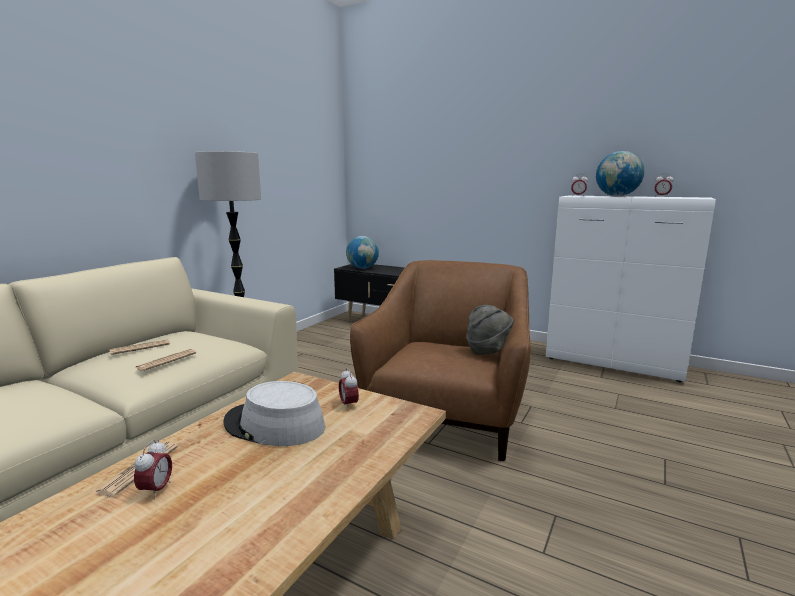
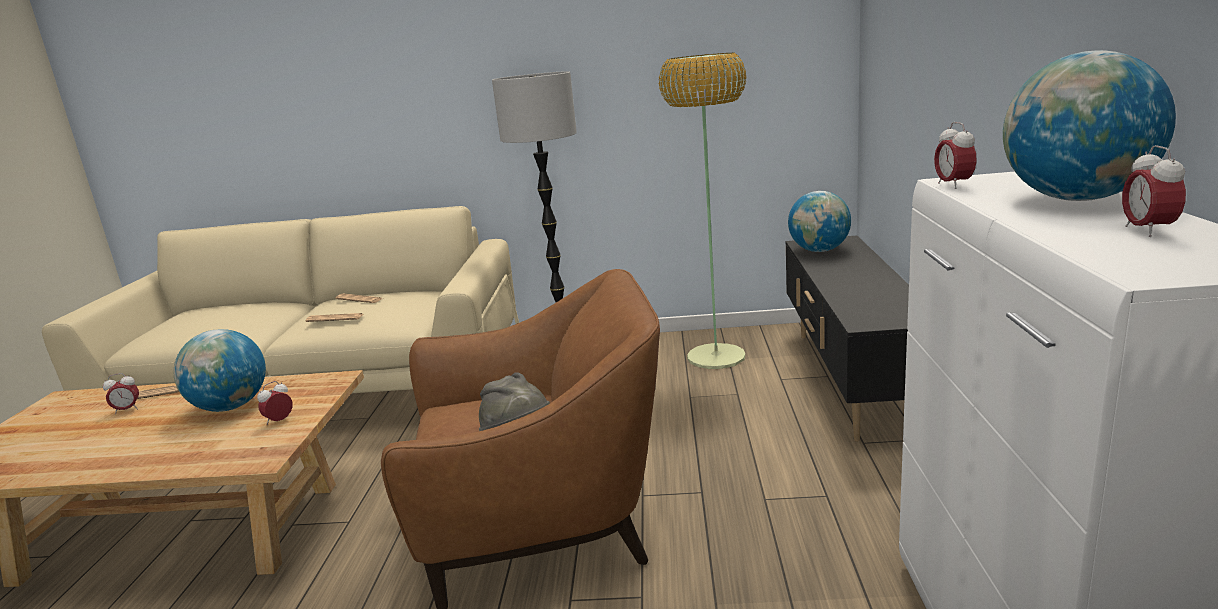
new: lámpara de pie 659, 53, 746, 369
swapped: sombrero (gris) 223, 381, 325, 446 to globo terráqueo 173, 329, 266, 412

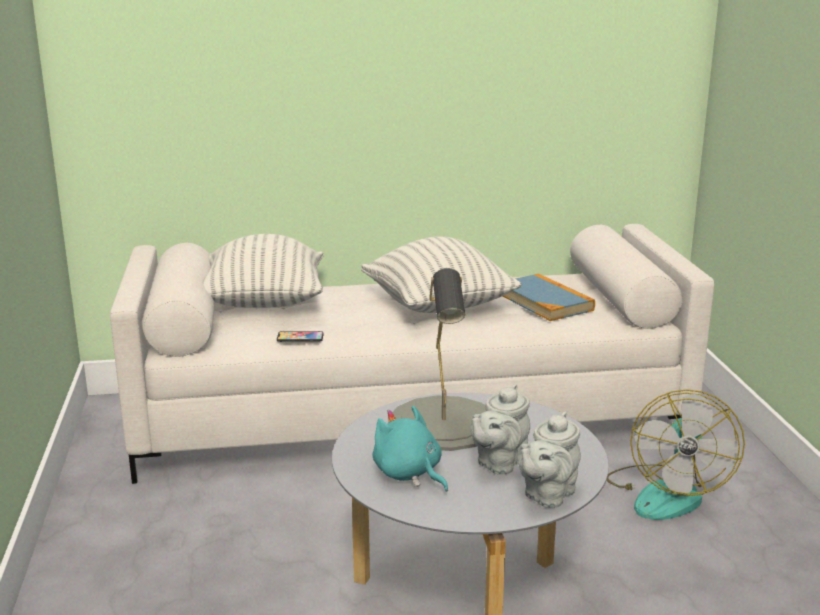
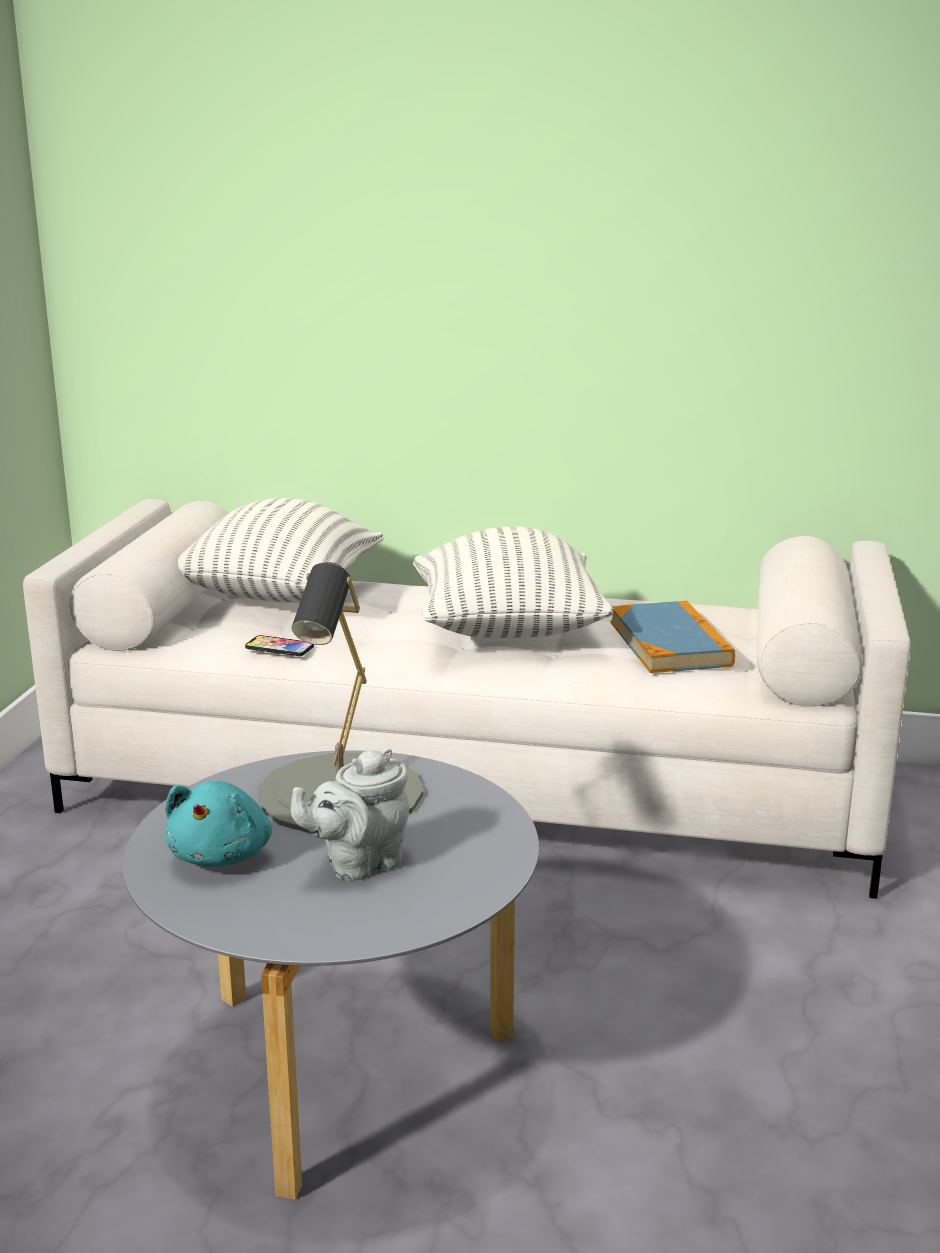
gone: tetera (gris) 517, 412, 581, 508; ventilador 607, 389, 745, 520
rotated: peluche (turquesa) 372, 406, 448, 492 = 165, 781, 272, 867 150 degrees counterclockwise

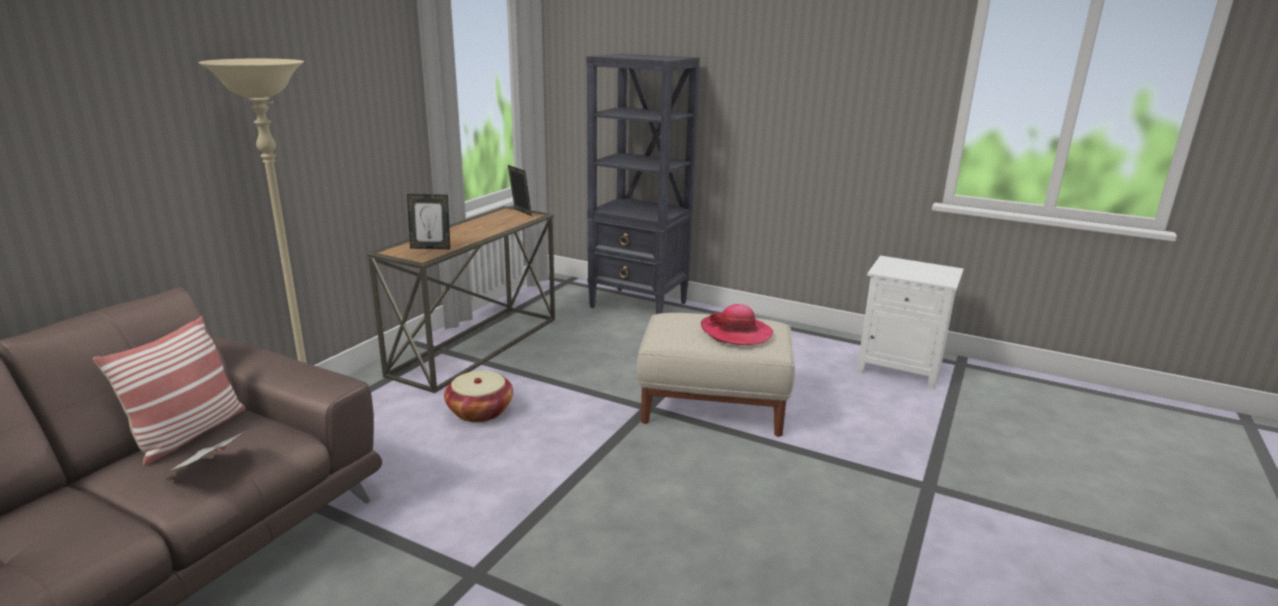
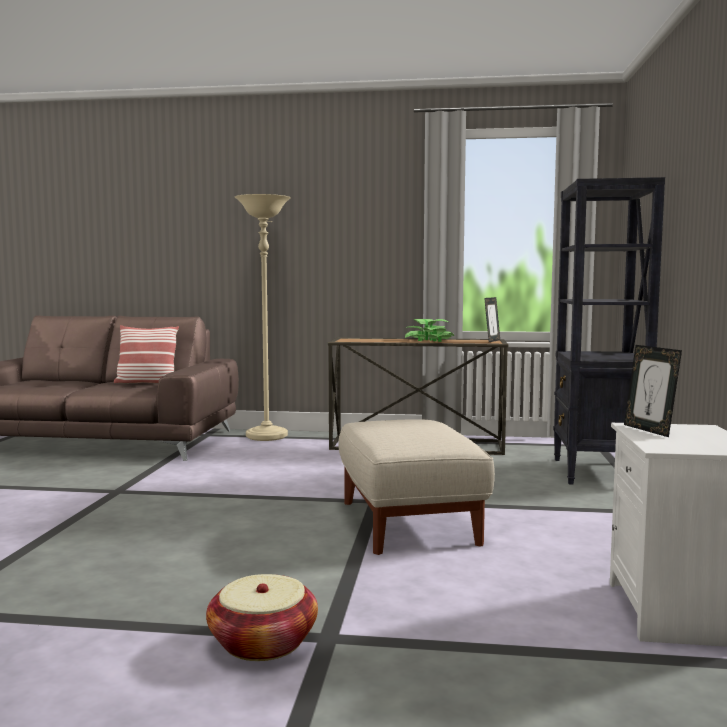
gone: periódico 163, 429, 251, 474; sombrero 701, 304, 773, 345
new: planta en maceta 405, 319, 454, 342
shifted: portarretratos 407, 194, 450, 249 to 624, 345, 682, 437; cesta 444, 370, 513, 422 to 206, 574, 318, 661

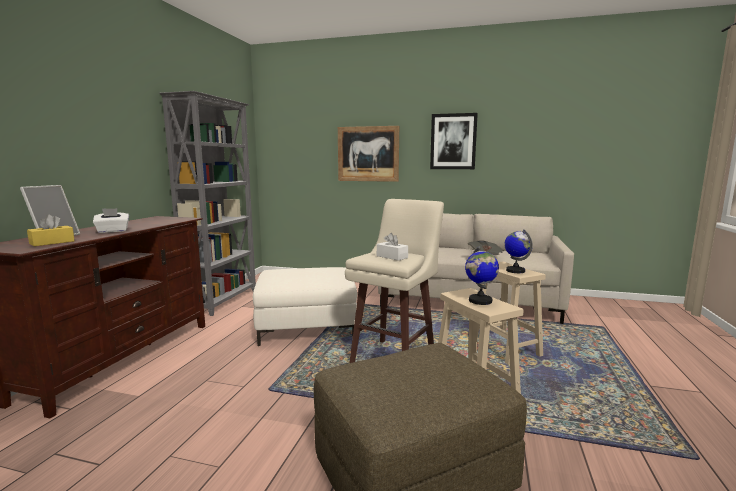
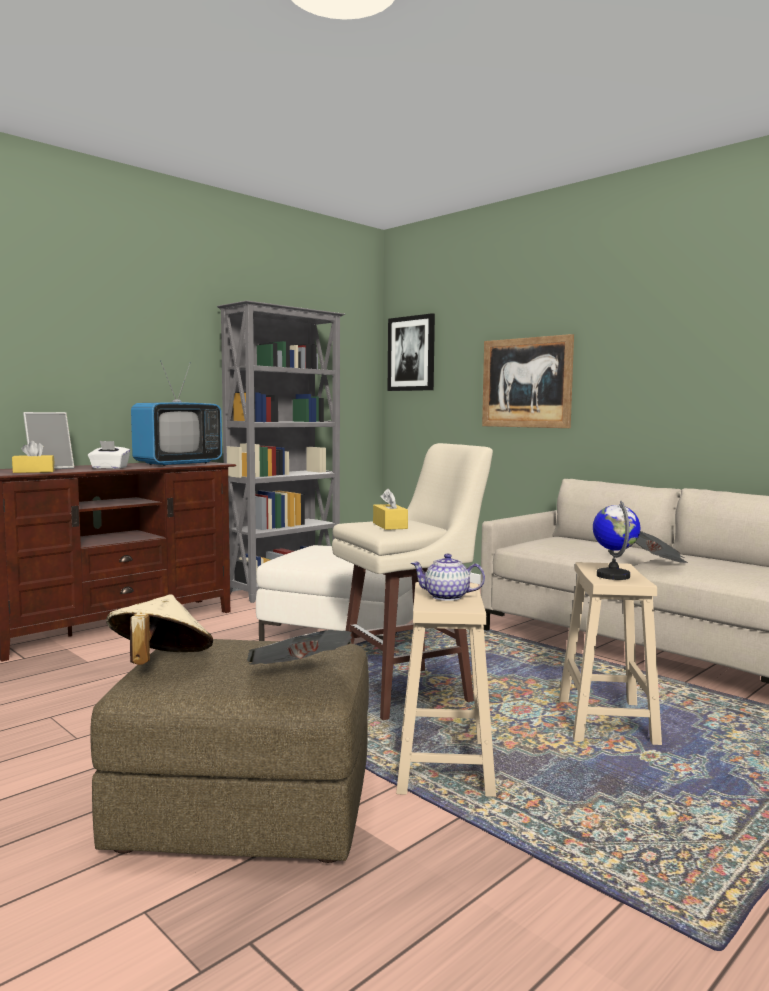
new: sombrero (beis) 106, 595, 213, 665; televisor 131, 360, 222, 466; periódico 247, 630, 352, 665
shifted: cuadro 430, 113, 478, 169 to 388, 313, 435, 391
swapped: globo terráqueo 465, 246, 499, 305 to tetera 411, 553, 485, 601
repainted: caja de pañuelos (blanco) 377, 233, 408, 261 to caja de pañuelos (amarillo) 373, 489, 408, 530

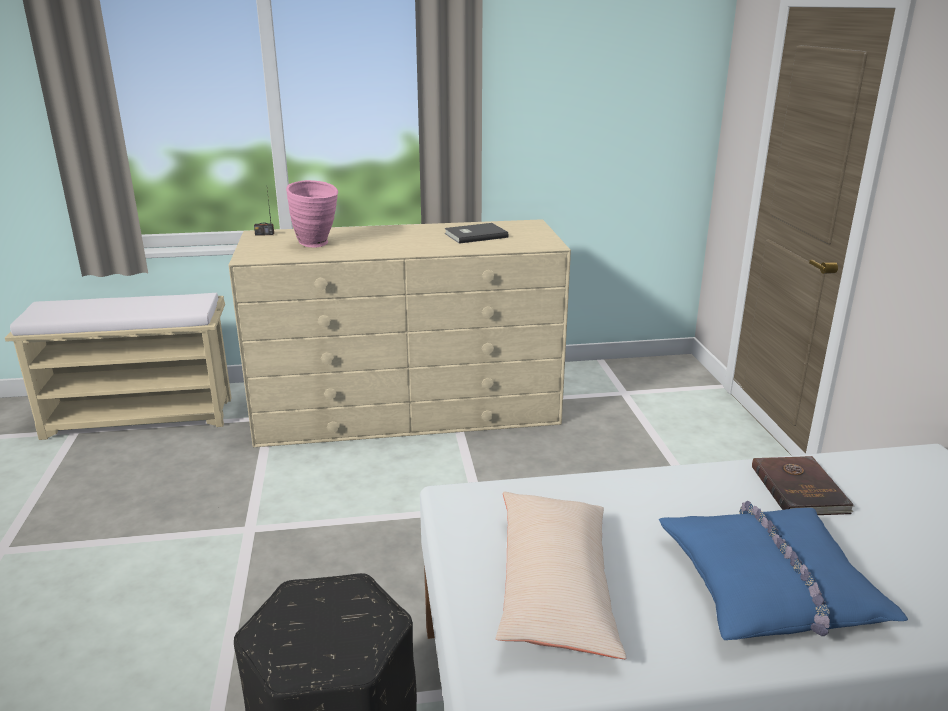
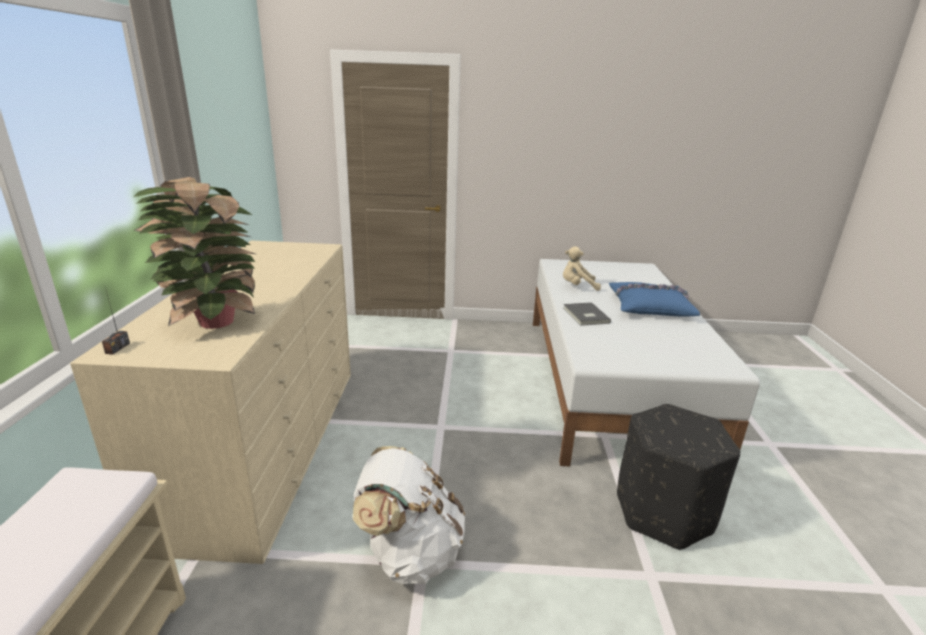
gone: cojín (beis) 496, 491, 626, 659
new: mochila (blanco) 353, 446, 465, 584
shifted: libro (gris) 444, 223, 509, 244 to 563, 302, 611, 326
swapped: florero (rosa) 286, 180, 338, 248 to planta en maceta 134, 177, 256, 329; libro (marrón) 752, 456, 854, 515 to peluche (beis) 563, 246, 601, 291

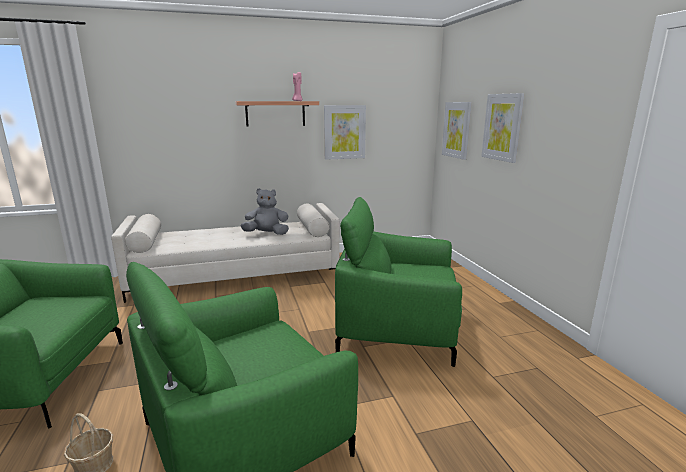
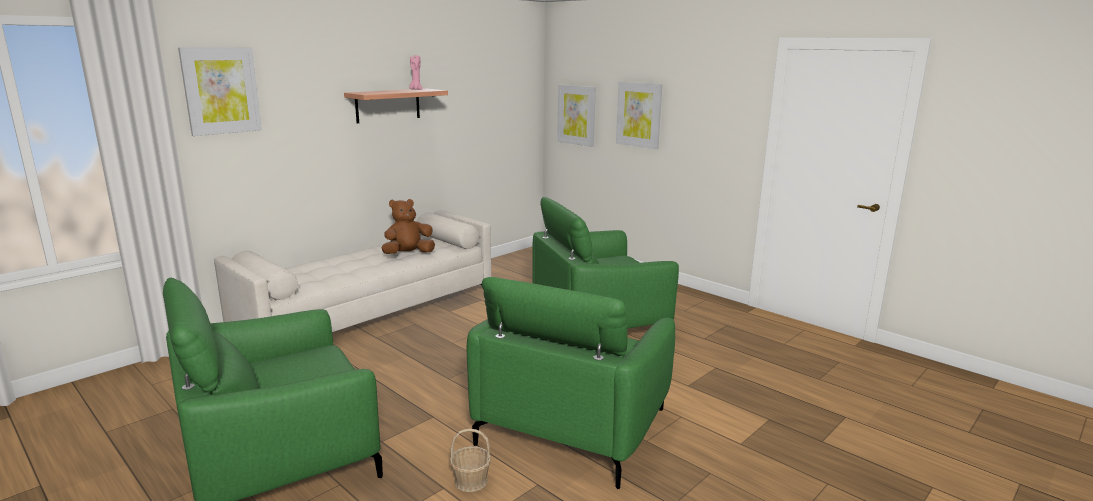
shifted: cuadro 324, 105, 366, 160 to 178, 47, 262, 136
repainted: peluche (gris) 241, 188, 289, 235 to peluche (marrón) 381, 199, 435, 254

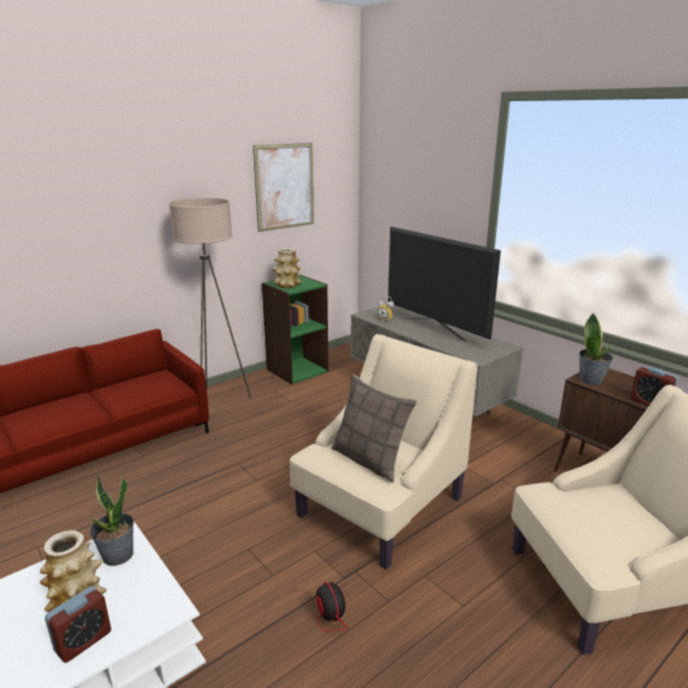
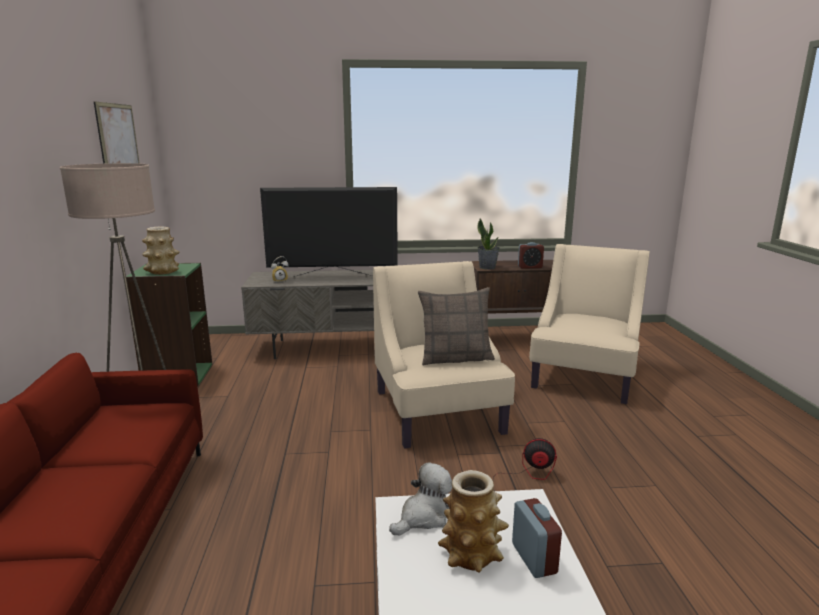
swapped: planta en maceta 90, 474, 134, 566 to peluche 389, 462, 452, 535

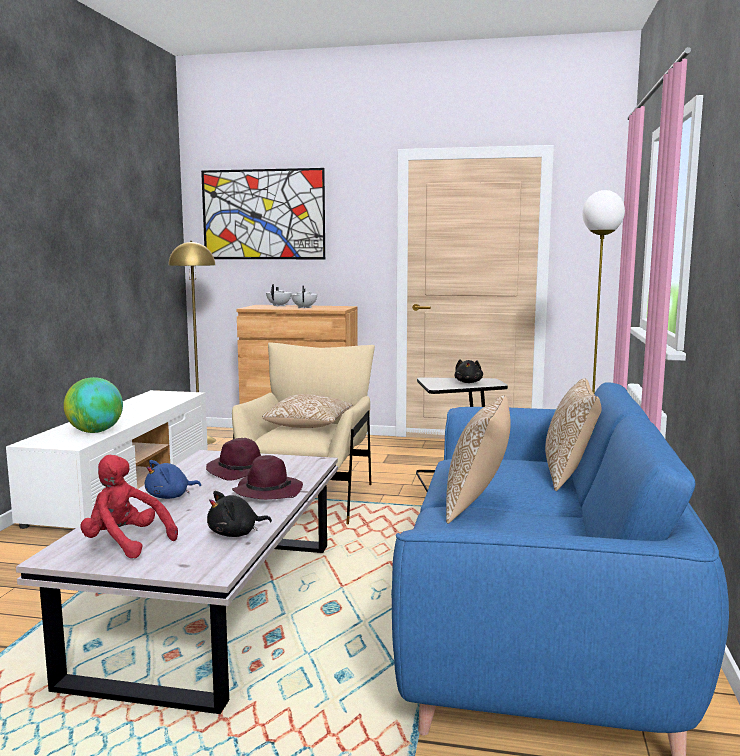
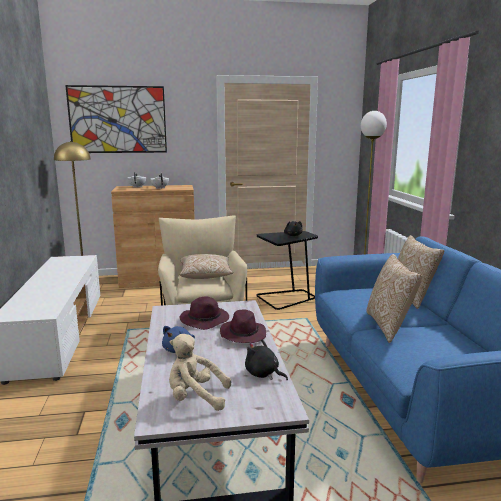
gone: globo terráqueo 63, 377, 123, 433
repainted: peluche (rojo) 80, 455, 178, 558 to peluche (beis) 169, 334, 231, 411
rotated: peluche (negro) 207, 491, 272, 537 = 245, 339, 288, 380 90 degrees clockwise

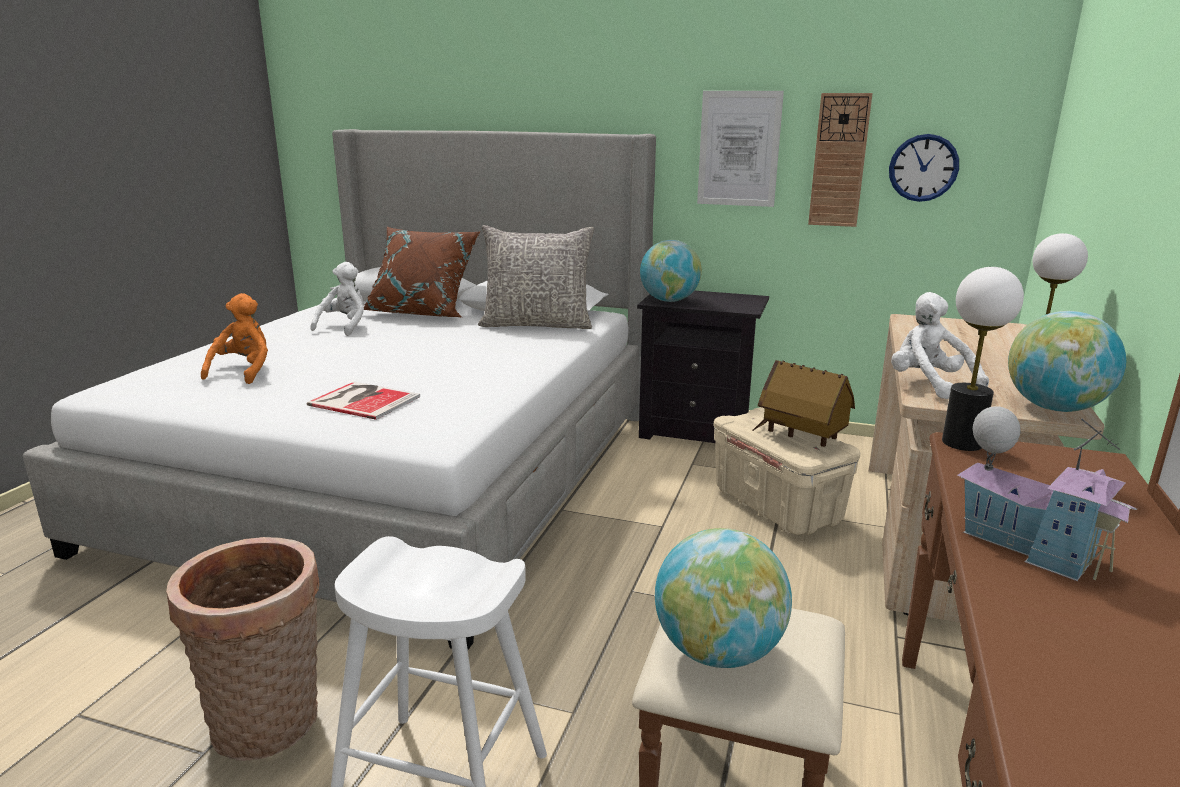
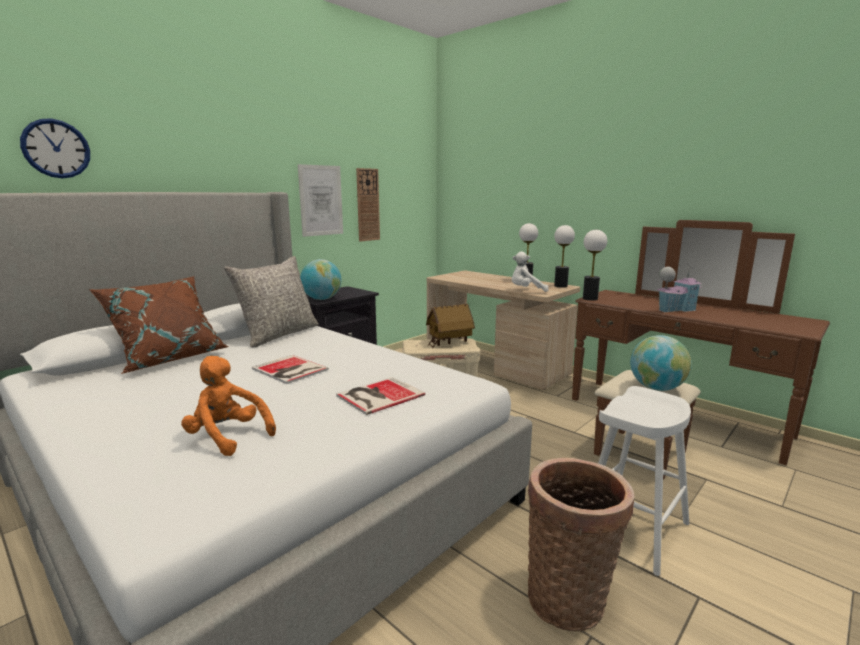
gone: peluche (blanco) 311, 262, 364, 336
new: libro 252, 355, 329, 384
shifted: reloj de pared 889, 134, 959, 202 to 20, 118, 90, 178
swapped: globo terráqueo 1008, 311, 1126, 412 to lámpara de mesa 554, 225, 575, 288

